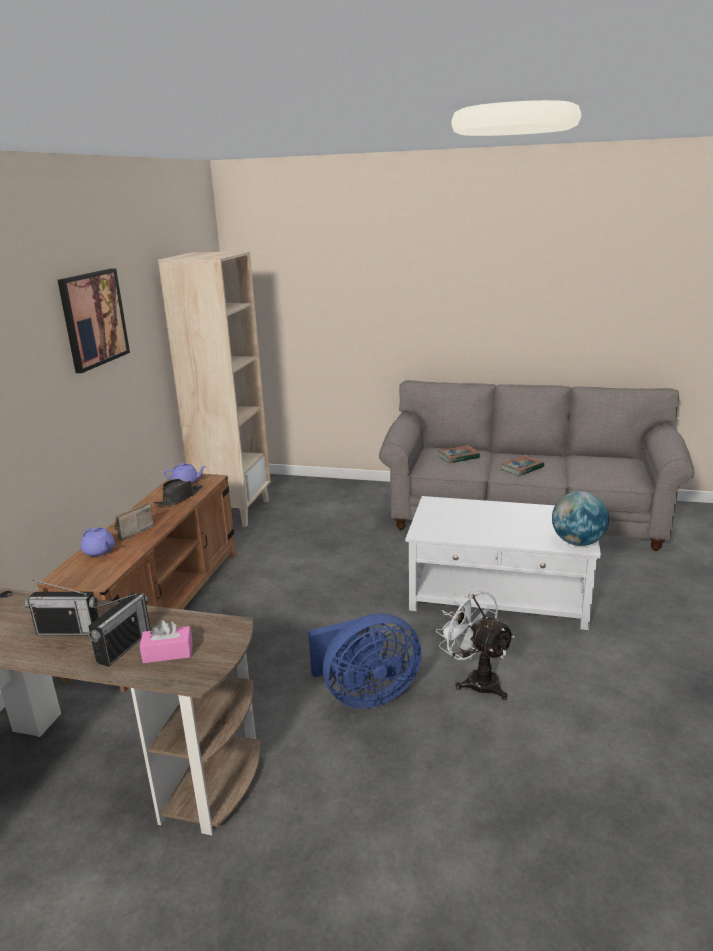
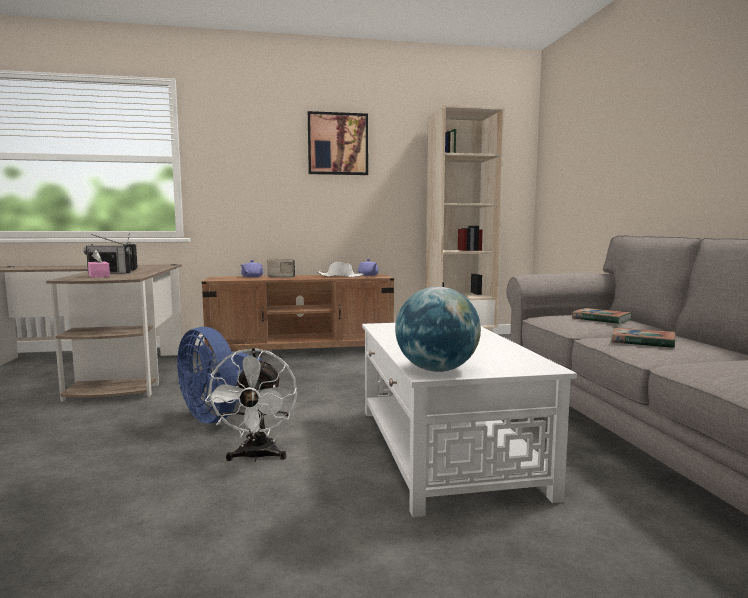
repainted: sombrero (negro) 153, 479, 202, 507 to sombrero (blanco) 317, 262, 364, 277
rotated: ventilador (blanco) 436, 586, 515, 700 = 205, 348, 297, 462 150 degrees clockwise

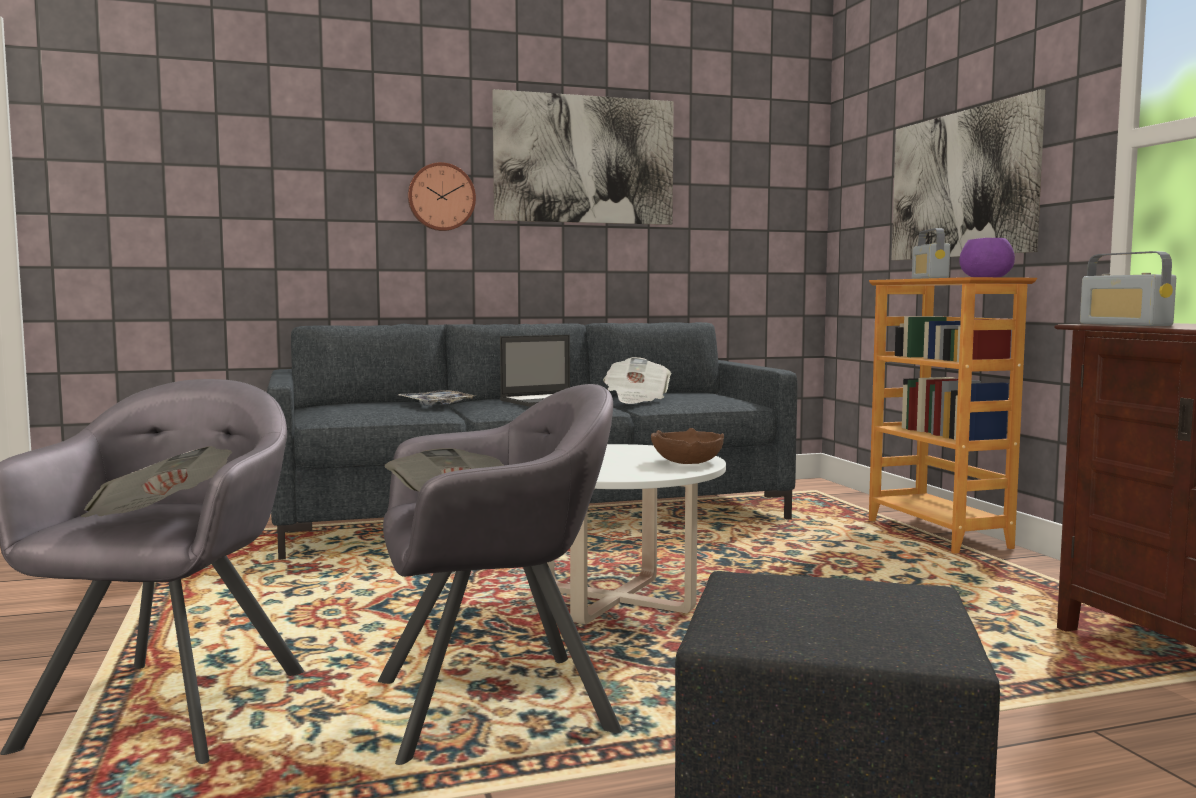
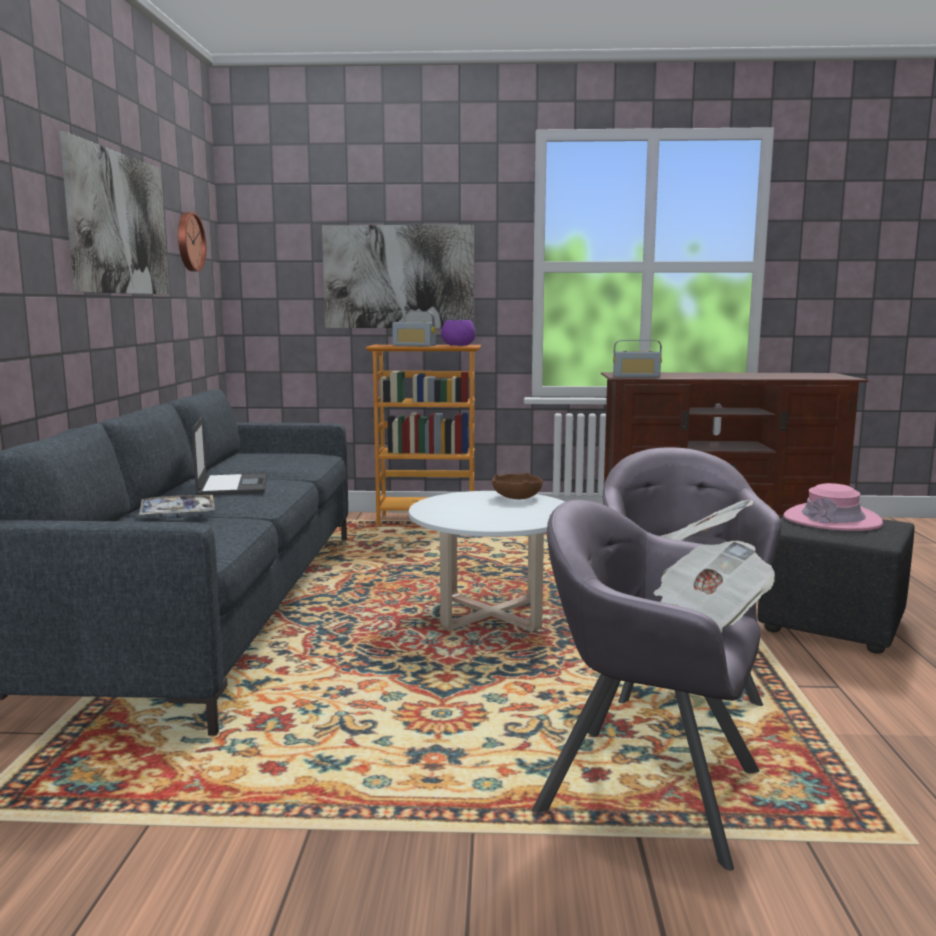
gone: periódico 603, 357, 671, 404
new: sombrero (rosa) 784, 483, 883, 531
shifted: reloj de pared 408, 162, 476, 231 to 178, 212, 206, 271

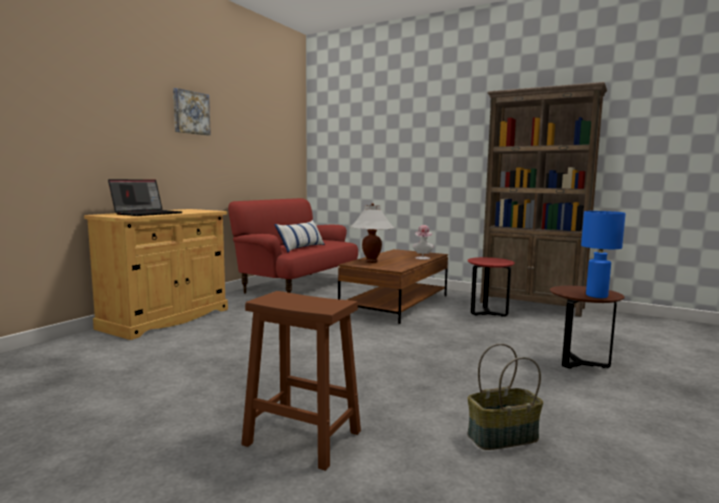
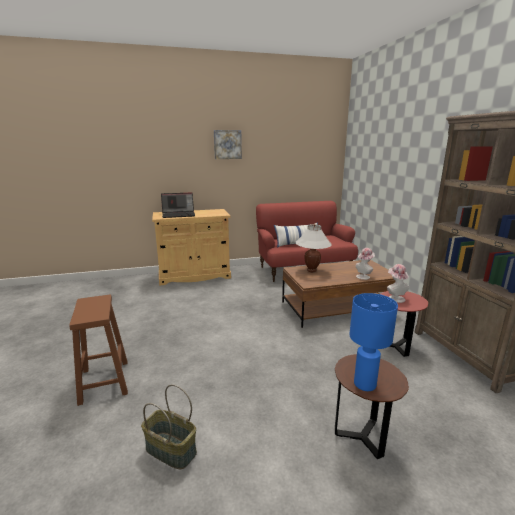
new: sombrero 387, 264, 409, 303

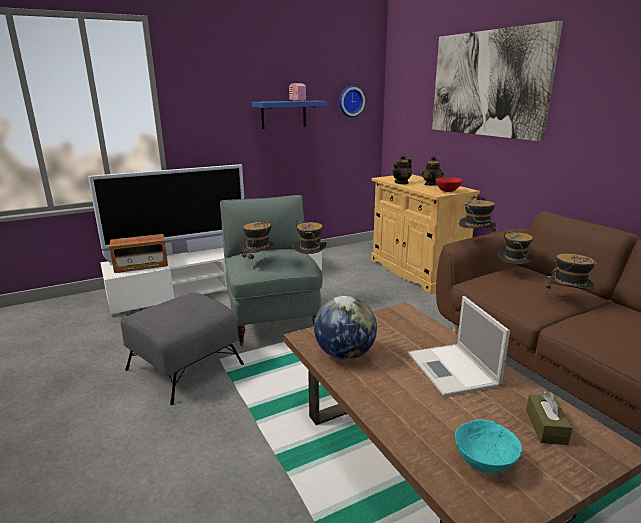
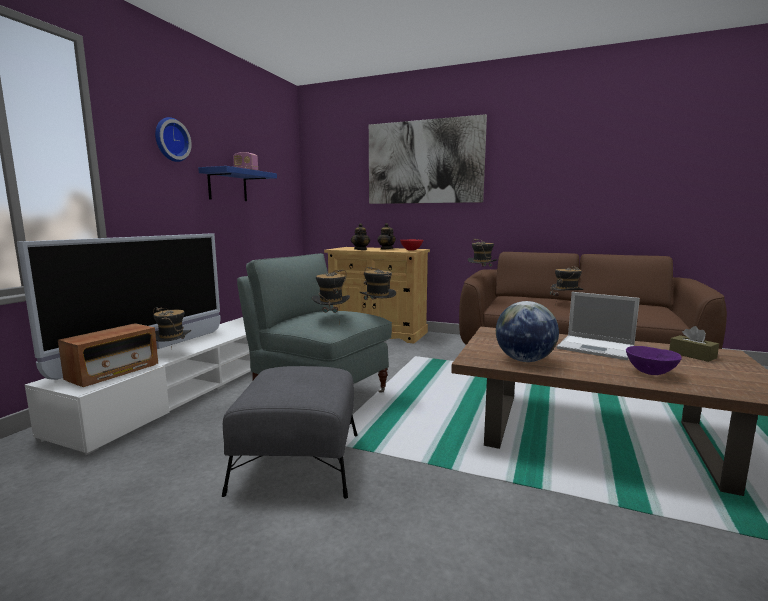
gone: cuenco (turquesa) 455, 419, 522, 473
new: cuenco (morado) 626, 346, 682, 375
shifted: reloj de pared 339, 85, 365, 117 to 155, 117, 192, 162; sombrero 497, 230, 535, 268 to 153, 307, 191, 348

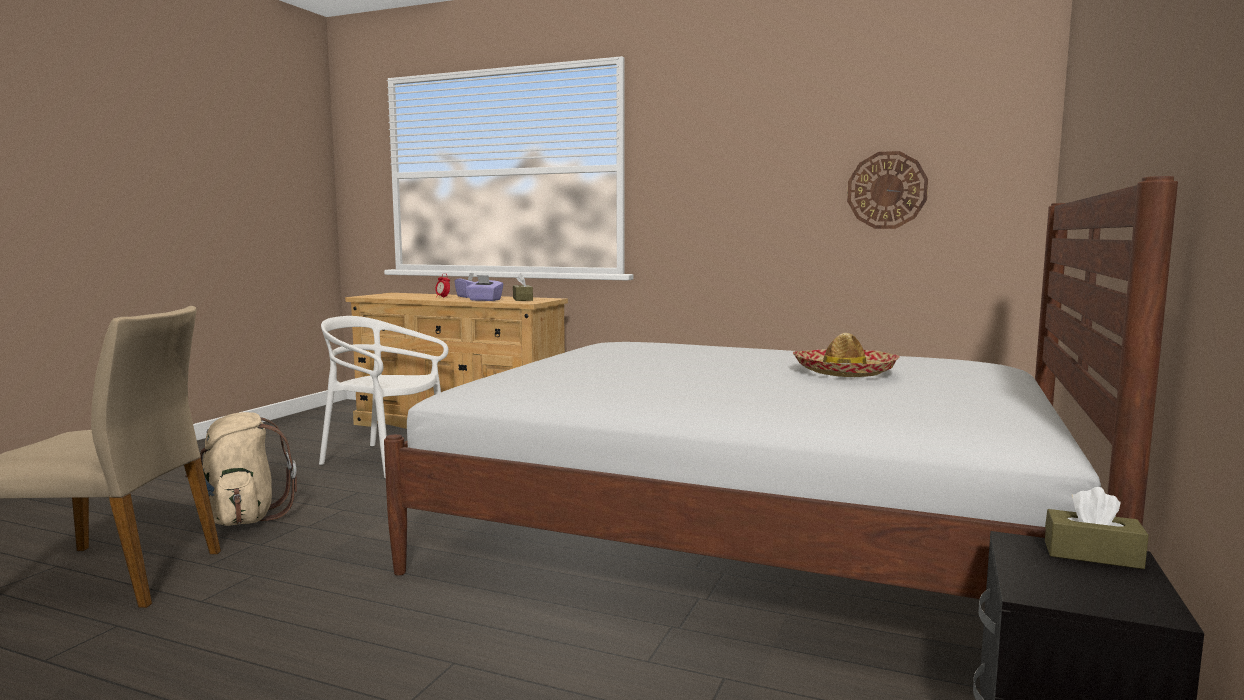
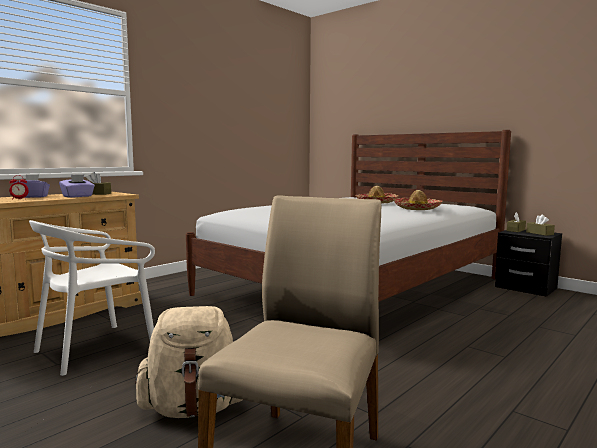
gone: reloj de pared 847, 151, 928, 229
new: sombrero 394, 190, 443, 210; caja de pañuelos (marrón) 526, 214, 555, 236

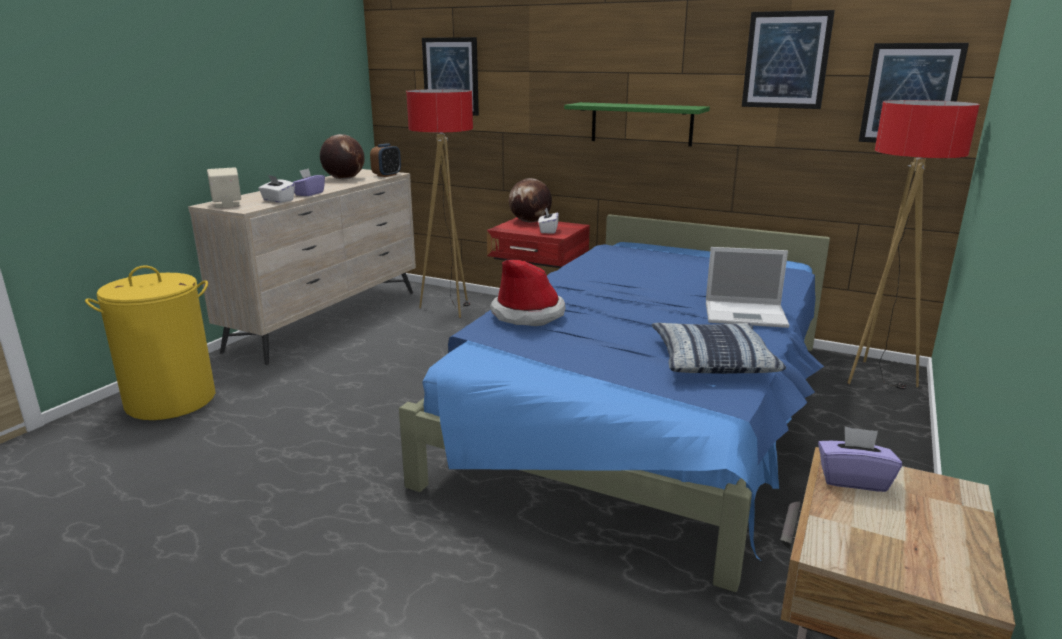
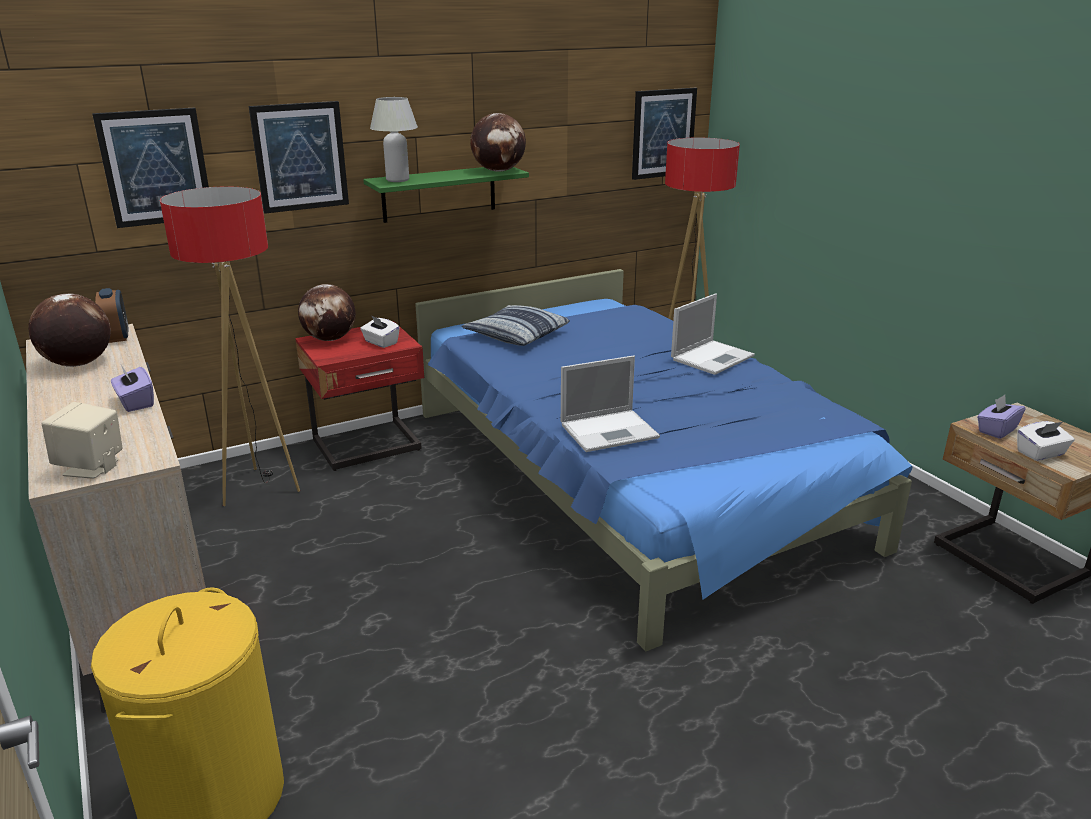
new: lámpara de mesa (blanco) 370, 97, 418, 182; globo terráqueo 470, 113, 526, 172
shifted: caja de pañuelos (blanco) 258, 175, 295, 203 to 1017, 421, 1075, 461; cojín 651, 323, 786, 374 to 461, 305, 570, 346; cuadro 742, 10, 835, 109 to 249, 101, 349, 214
swapped: sombrero 490, 260, 566, 326 to portátil 561, 355, 660, 452

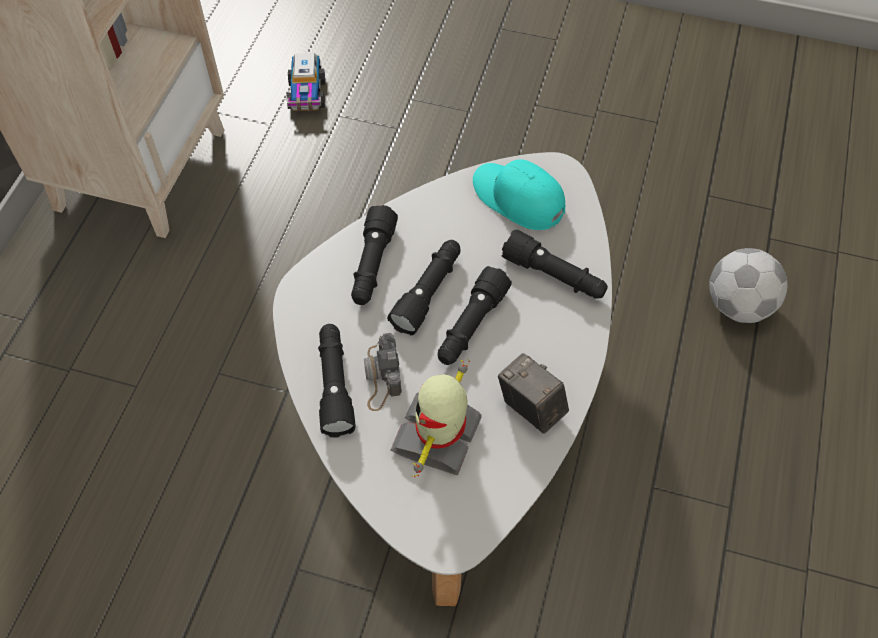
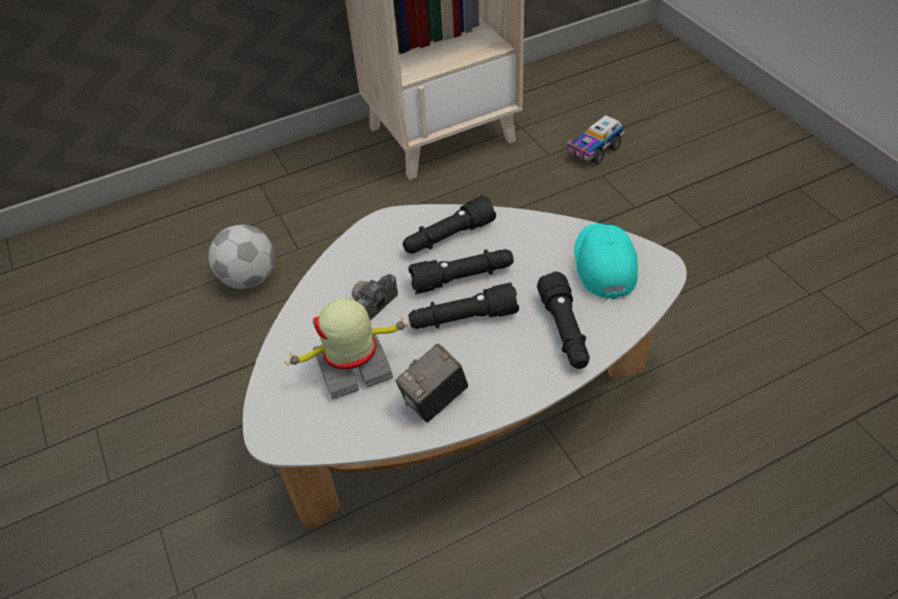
gone: linterna (negro) 318, 324, 356, 437
shifted: balón de fútbol 709, 248, 787, 323 to 209, 225, 275, 289
rotated: cámara 498, 353, 569, 434 = 396, 344, 468, 422 135 degrees counterclockwise

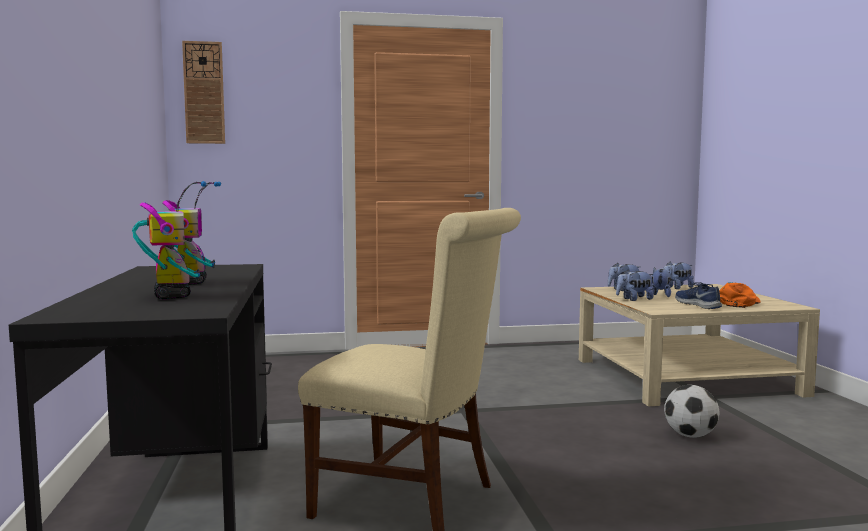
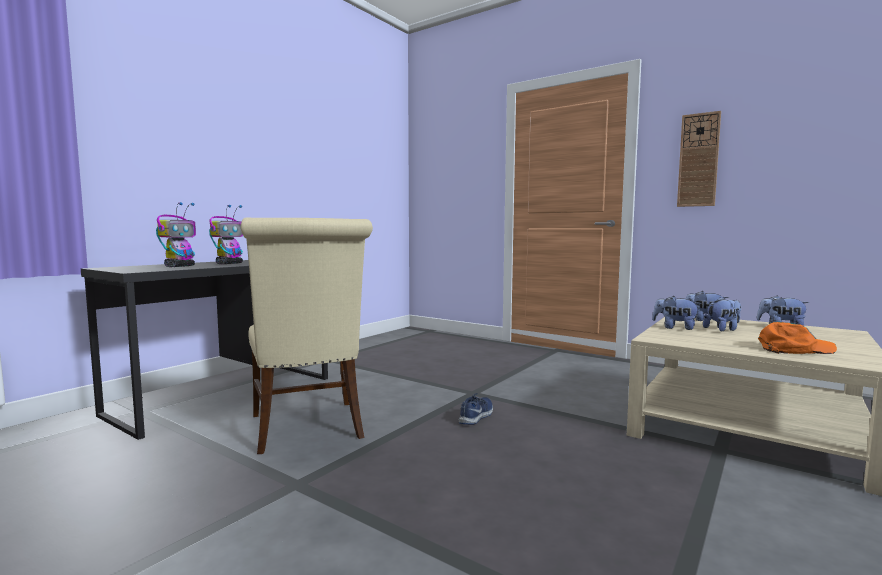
gone: balón de fútbol 664, 385, 720, 438
shifted: reloj de pared 182, 41, 225, 144 to 677, 111, 721, 207; zapato (azul) 675, 282, 722, 309 to 459, 393, 493, 425

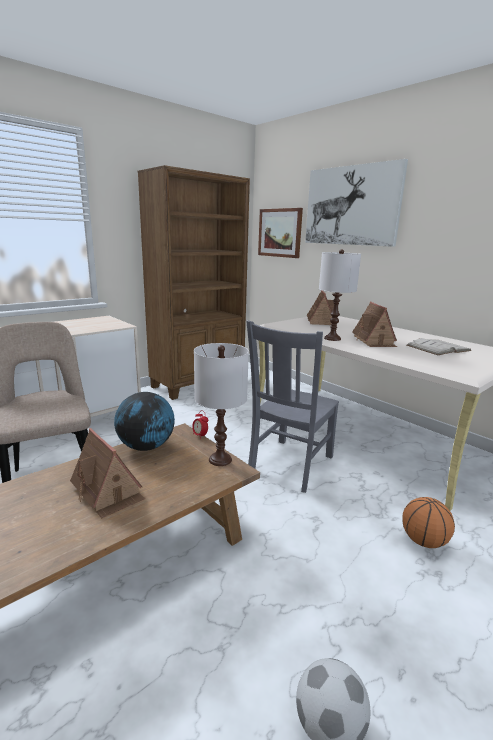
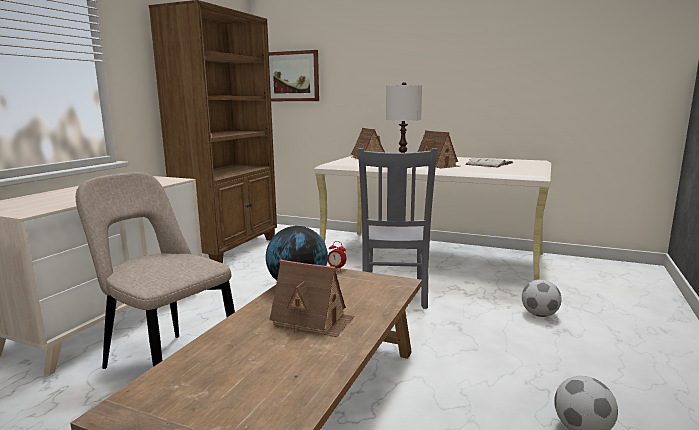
gone: lámpara de mesa (blanco) 194, 343, 249, 466; cuadro 305, 159, 408, 247
swapped: balón de baloncesto 402, 497, 455, 548 to balón de fútbol 522, 279, 562, 317

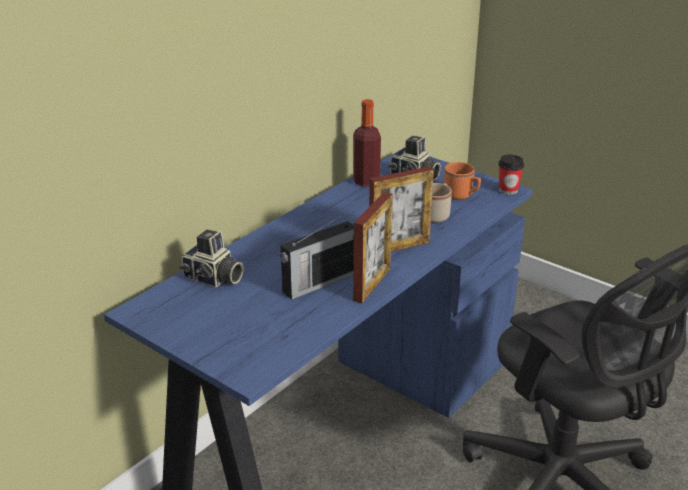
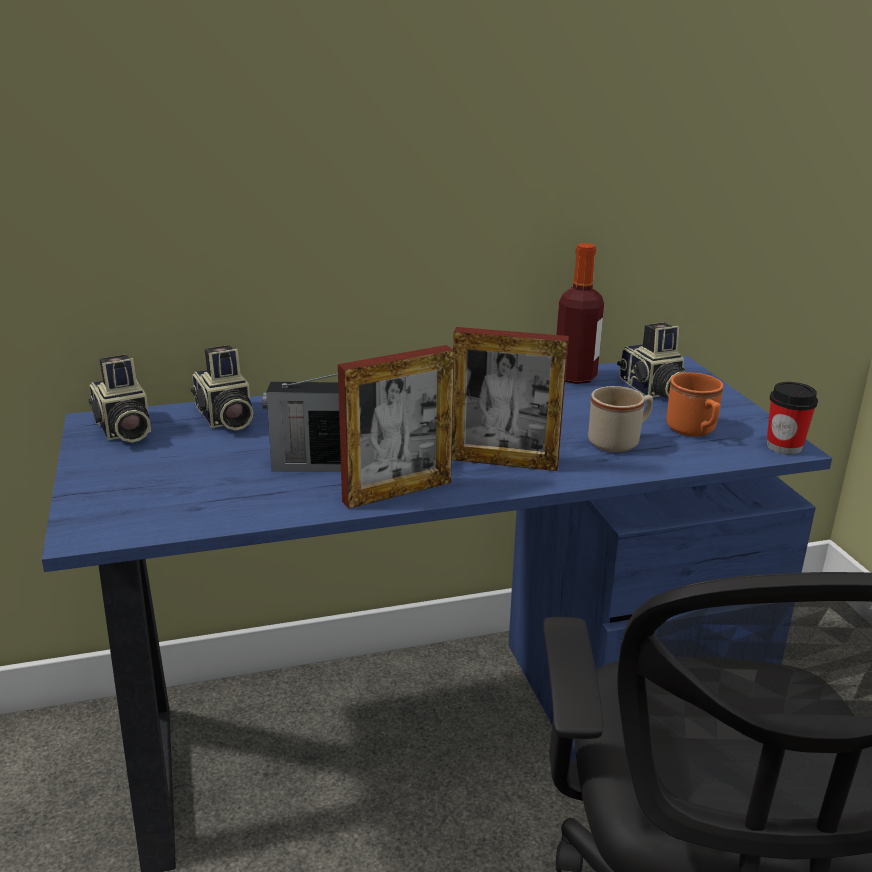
new: cámara 88, 355, 151, 443

